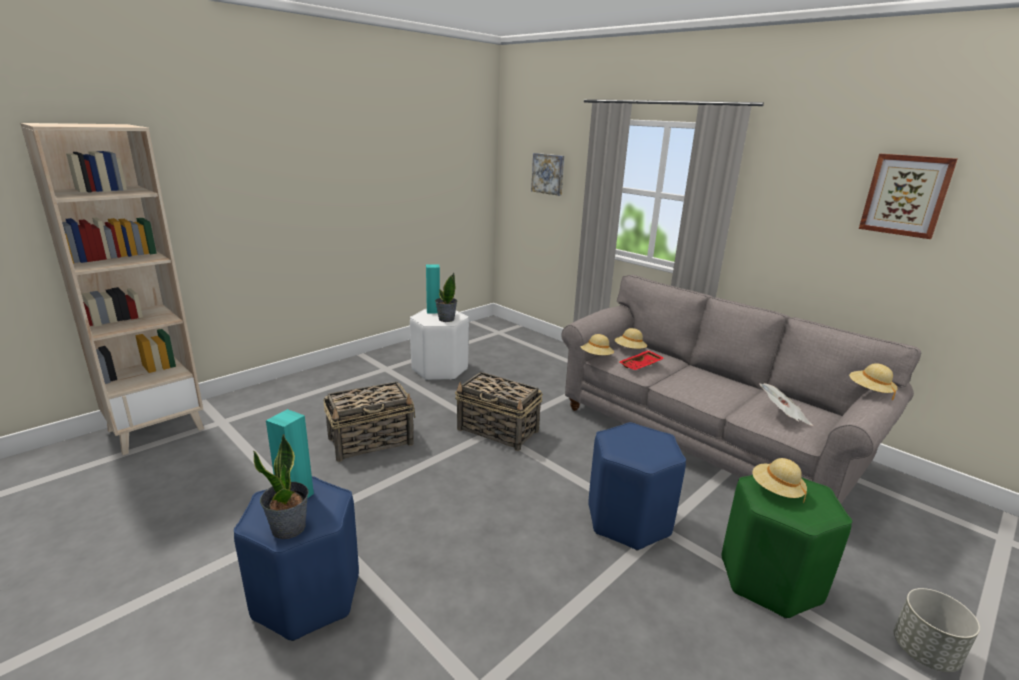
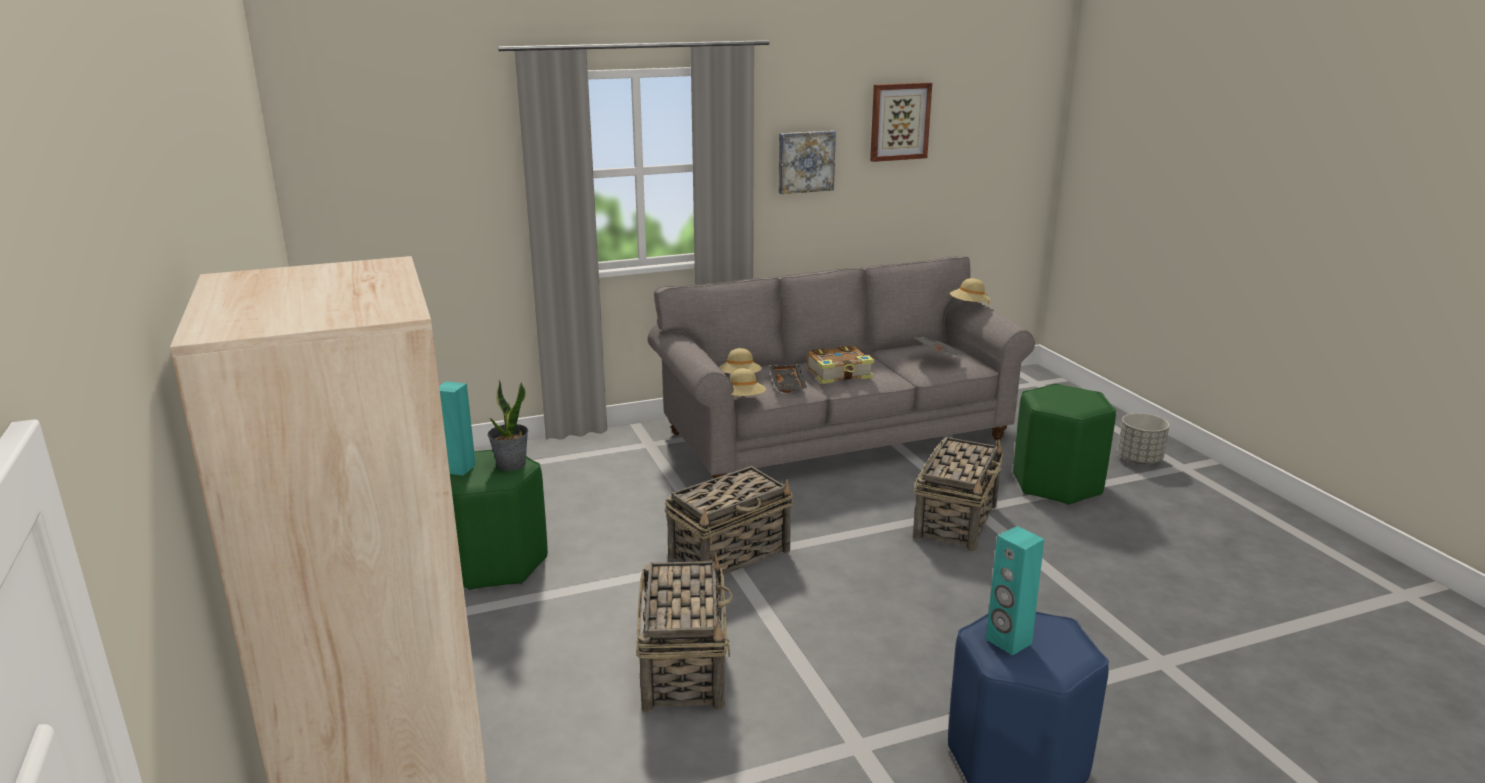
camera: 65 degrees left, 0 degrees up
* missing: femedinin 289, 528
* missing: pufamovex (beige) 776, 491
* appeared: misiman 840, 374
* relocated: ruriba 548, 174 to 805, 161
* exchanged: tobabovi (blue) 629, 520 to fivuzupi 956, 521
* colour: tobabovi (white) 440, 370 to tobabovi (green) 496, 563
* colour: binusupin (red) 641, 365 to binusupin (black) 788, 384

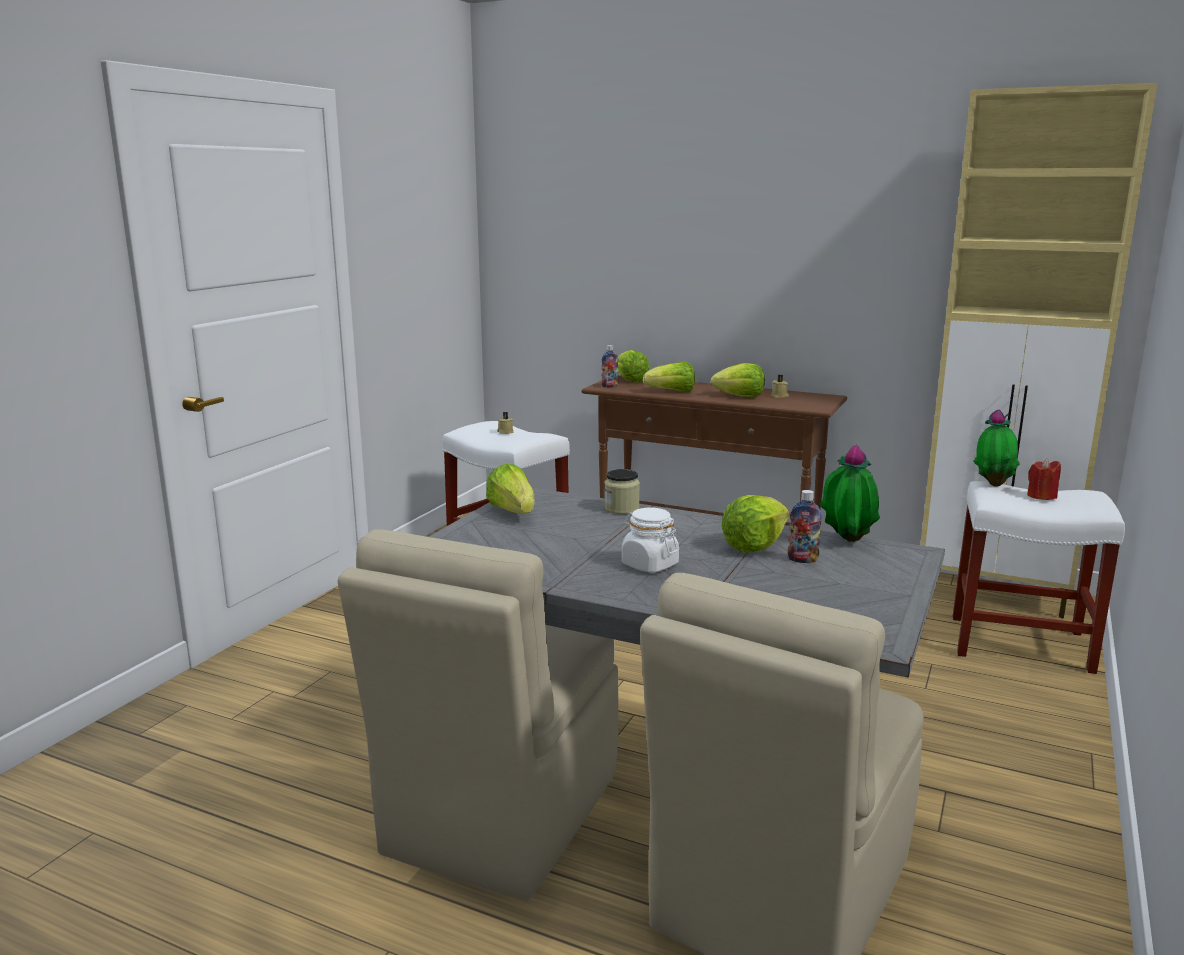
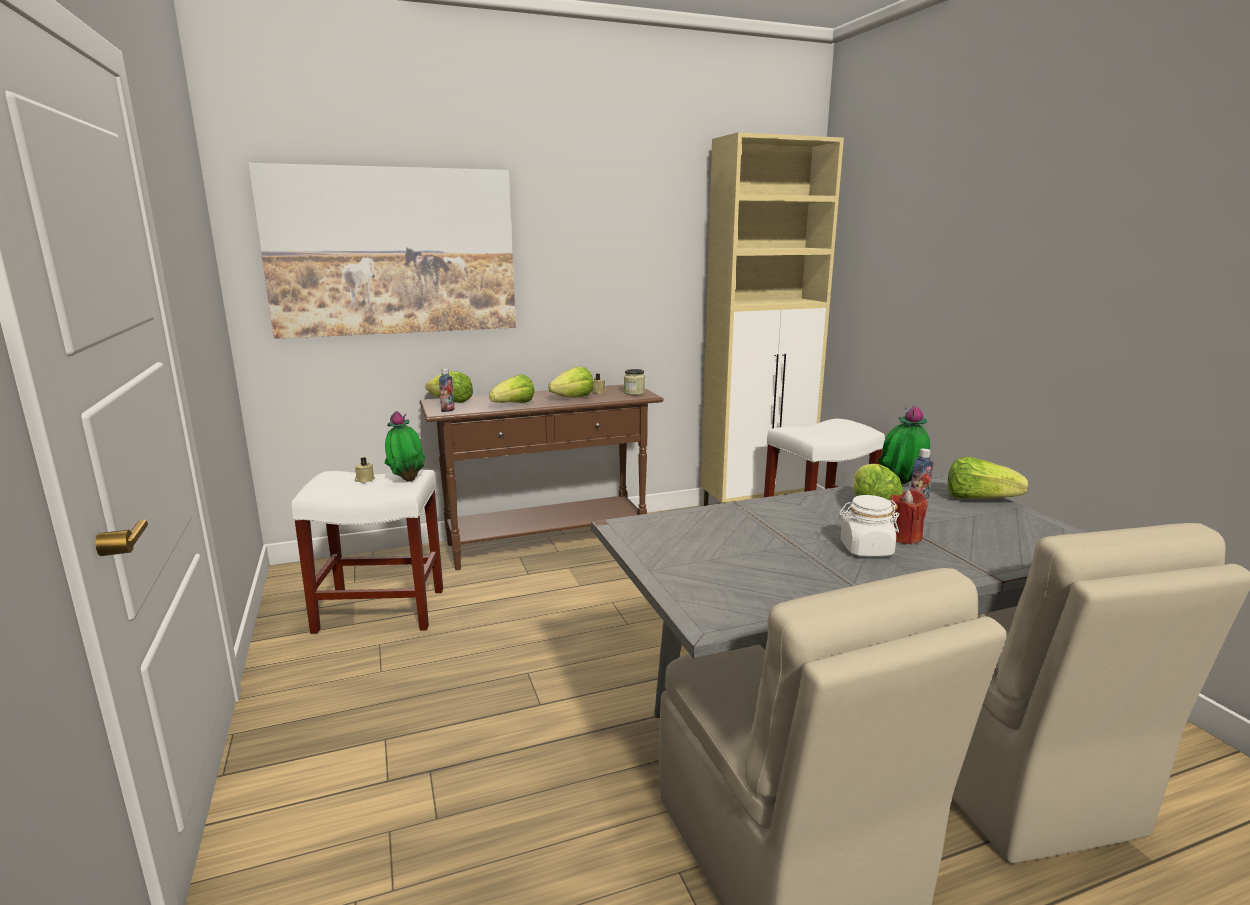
camera: 45 degrees left, 0 degrees up
* appeared: ruriba 393, 252
* relocated: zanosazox 513, 512 to 978, 499
* relocated: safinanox 621, 508 to 634, 393
* relocated: femedinin 993, 484 to 407, 480
* relocated: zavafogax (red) 1041, 496 to 904, 537

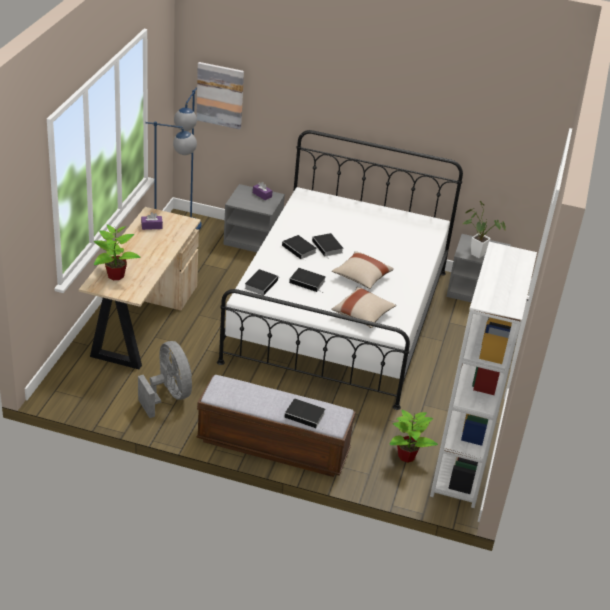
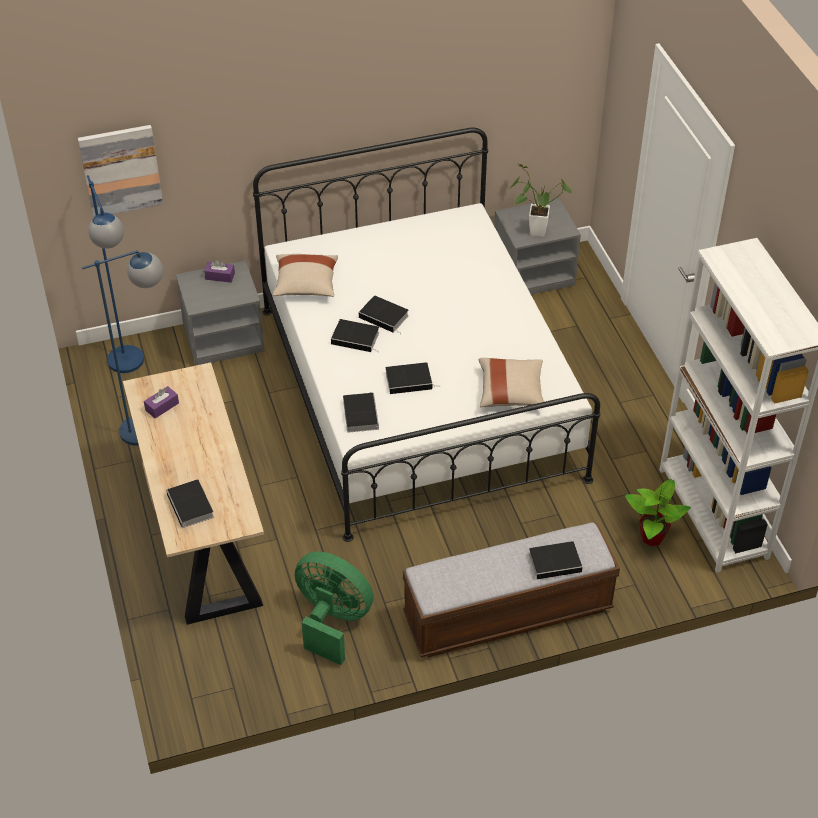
camera: 30 degrees left, 10 degrees up
* relocated: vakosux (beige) 361, 278 to 305, 285
* exchanged: femedinin 115, 275 to misiman 191, 507
* colour: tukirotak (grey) 168, 396 to tukirotak (green) 332, 621

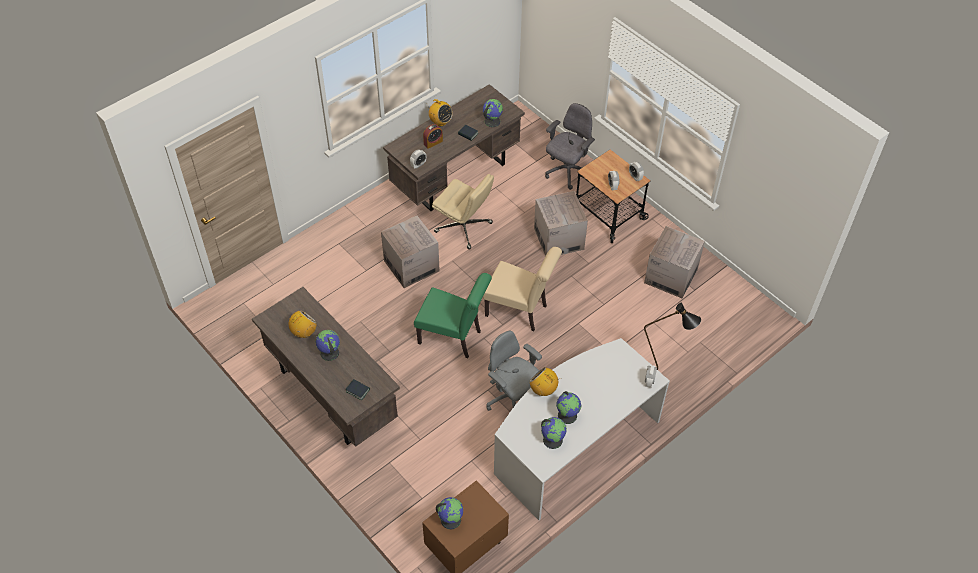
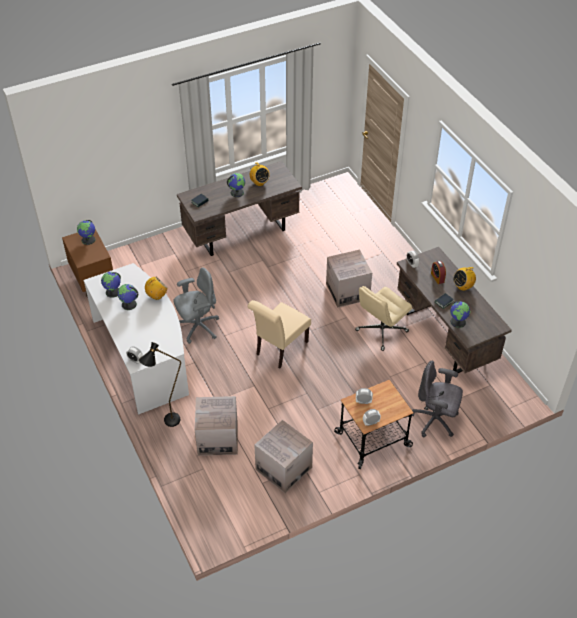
camera: 105 degrees right, 5 degrees down
* missing: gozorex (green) 453, 338
* relocated: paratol 558, 239 to 217, 438
* spun: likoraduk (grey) 567, 172 = 435, 421 150 degrees clockwise

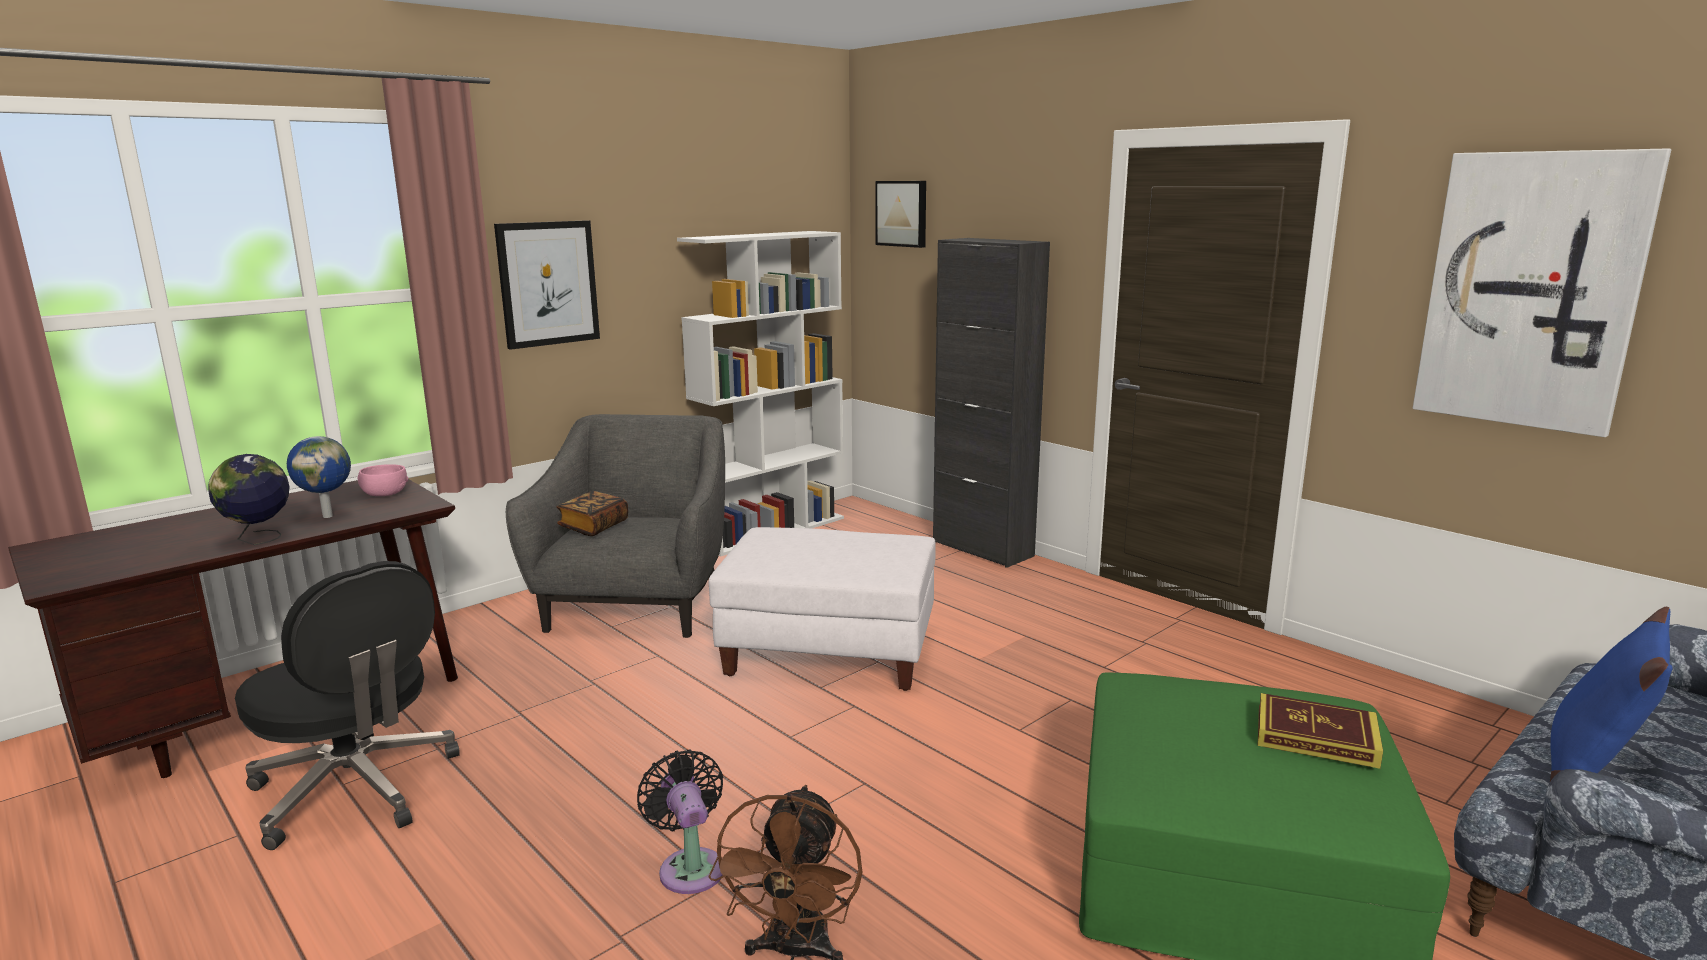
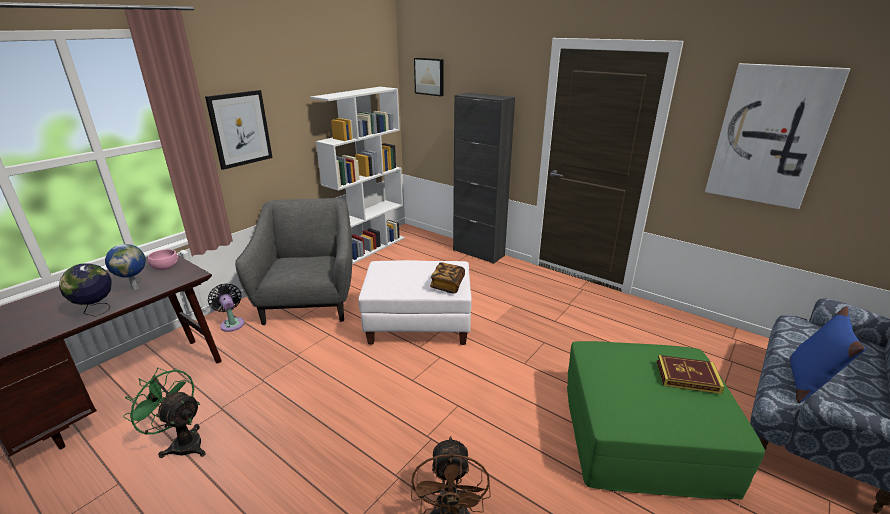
camera: 10 degrees left, 10 degrees up
* relocated: misiman 594, 526 to 447, 285
* relocated: tukirotak (black) 690, 866 to 232, 323
* exchanged: likoraduk (black) 356, 789 to tukirotak (green) 182, 443

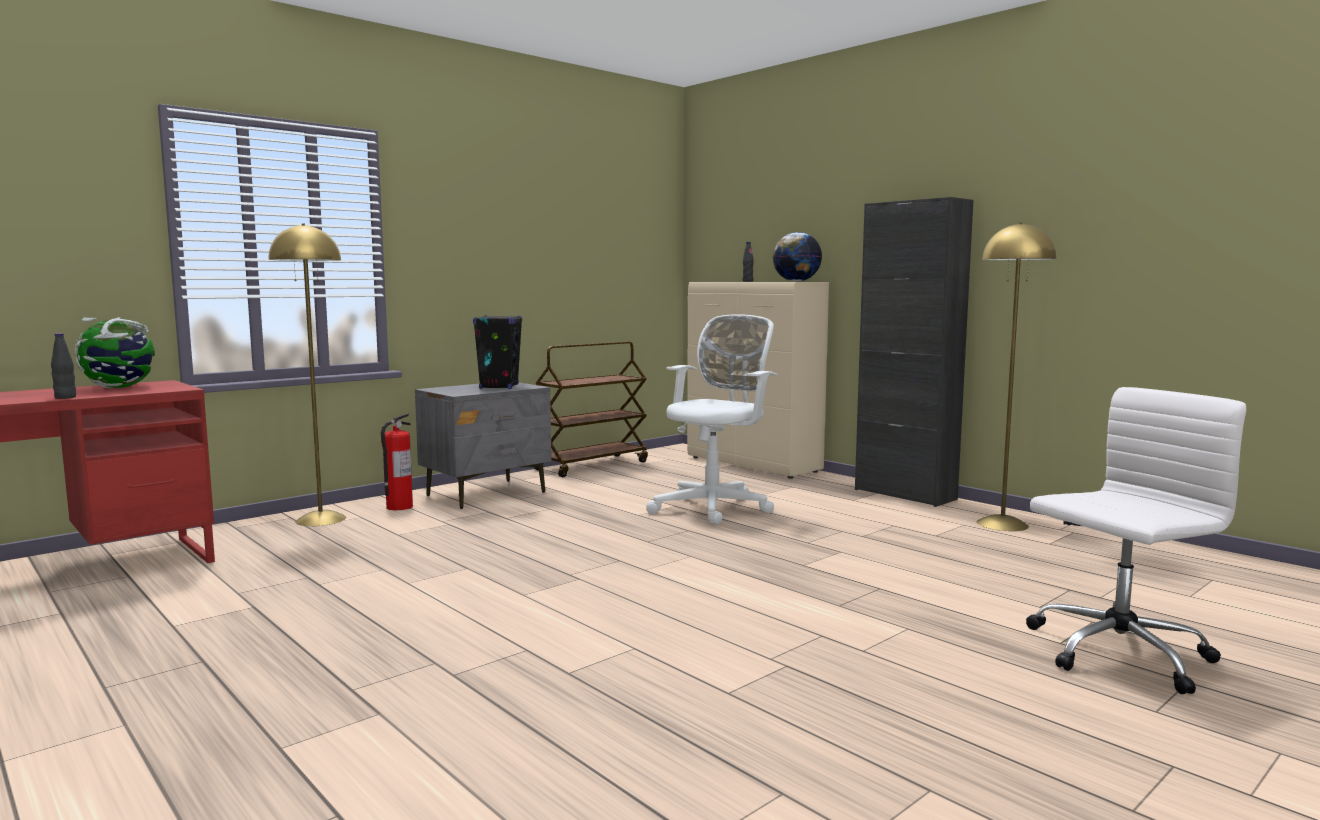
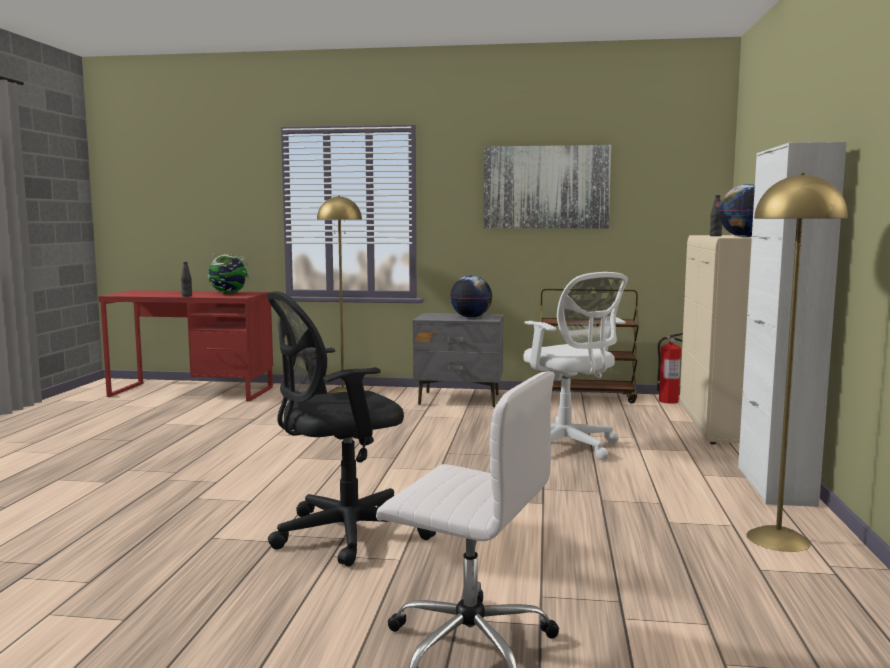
camera: 50 degrees right, 0 degrees up
* appeared: likoraduk (black) 342, 534
* appeared: ruriba 546, 187
* relocated: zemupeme 399, 507 to 668, 401
* exchanged: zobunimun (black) 499, 387 to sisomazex 471, 317
* colour: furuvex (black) 905, 494 to furuvex (white) 775, 486
* spun: likoraduk (white) 715, 507 = 568, 446 60 degrees clockwise

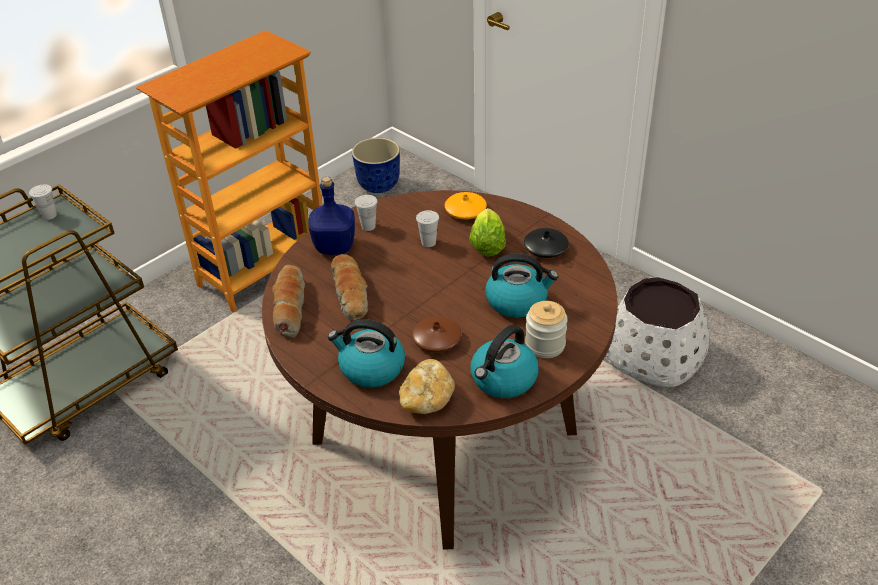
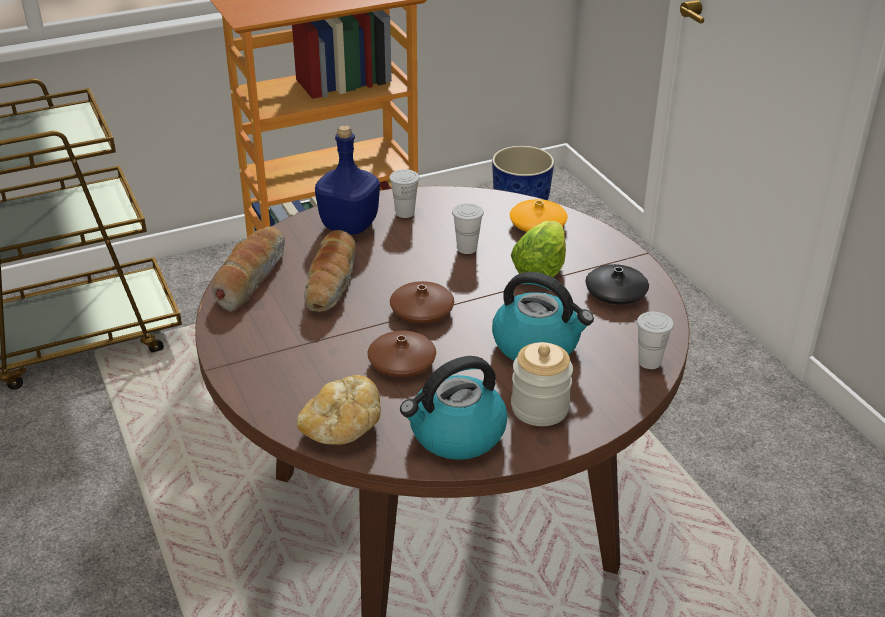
camera: 20 degrees right, 5 degrees down
* missing: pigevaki 371, 368
* missing: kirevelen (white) 653, 354
* appeared: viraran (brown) 422, 310
* relocated: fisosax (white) 49, 215 to 649, 362

